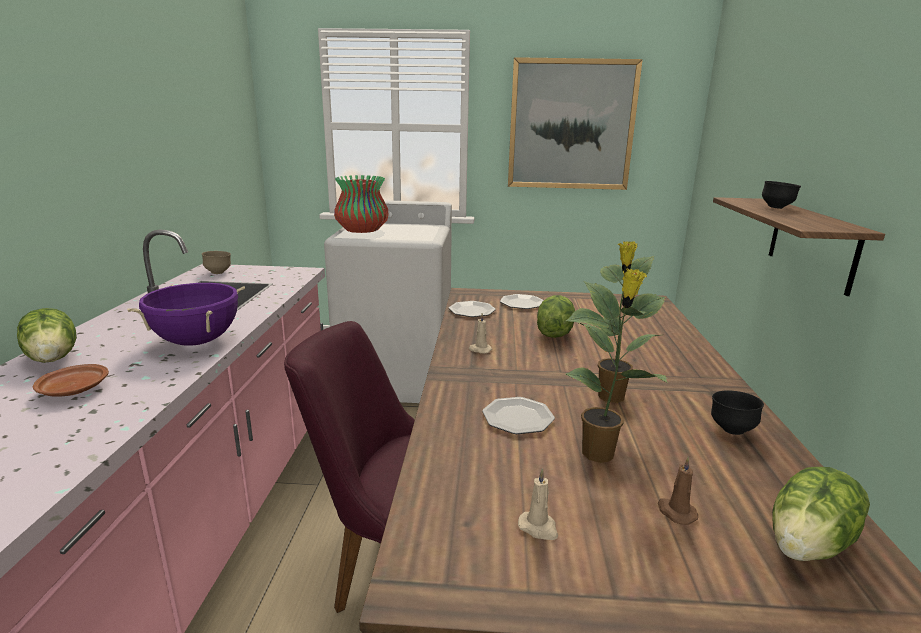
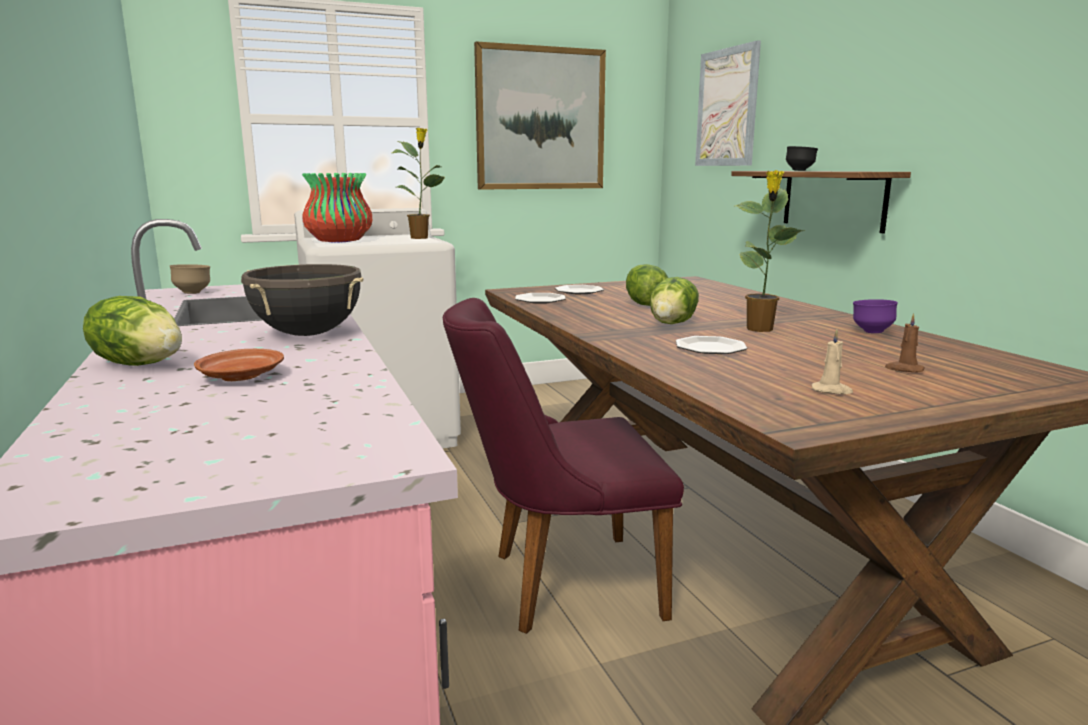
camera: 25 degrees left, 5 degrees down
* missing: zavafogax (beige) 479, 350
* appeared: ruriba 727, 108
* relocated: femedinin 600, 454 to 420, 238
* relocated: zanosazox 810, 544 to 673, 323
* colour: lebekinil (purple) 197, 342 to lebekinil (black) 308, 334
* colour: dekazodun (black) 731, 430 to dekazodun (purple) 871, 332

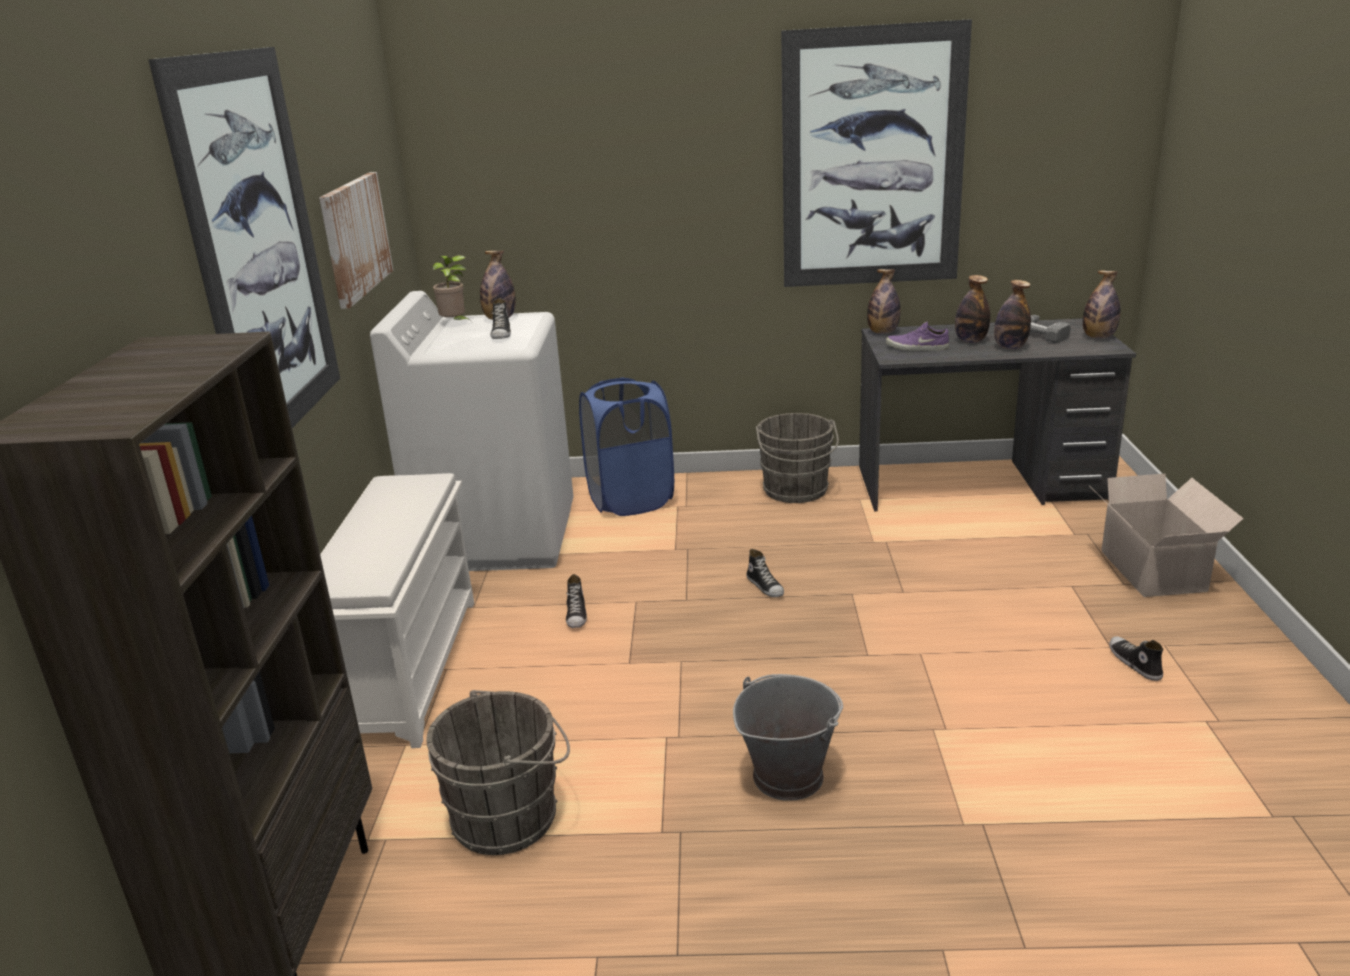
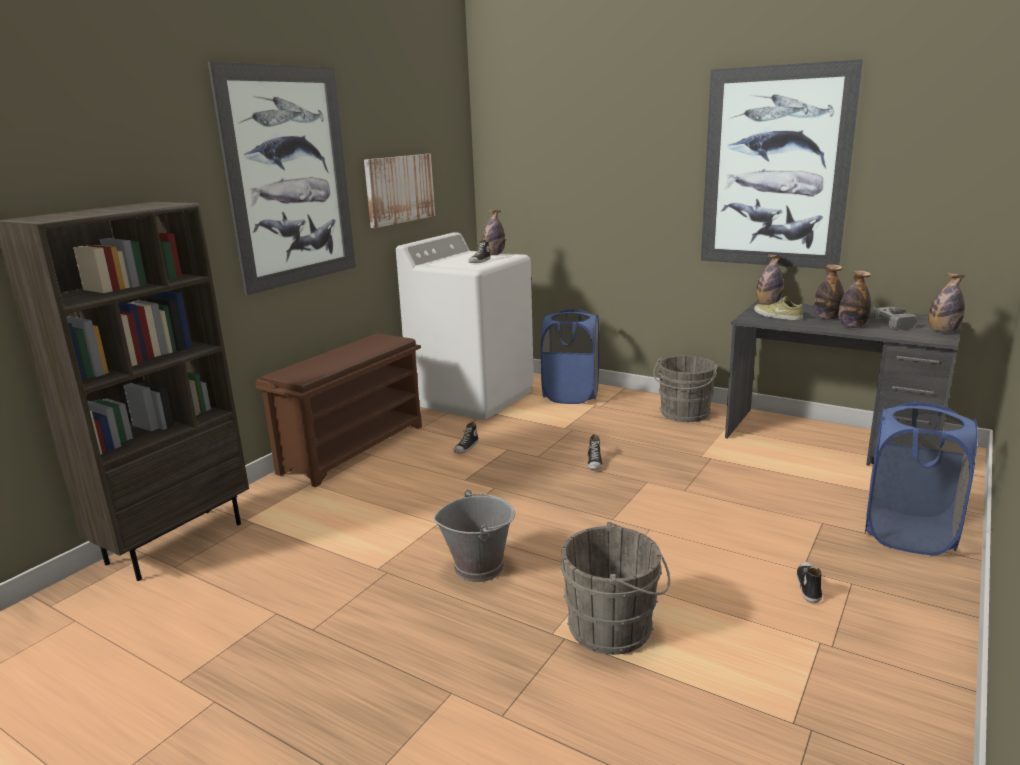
camera: 30 degrees right, 5 degrees down
* missing: femedinin 455, 324
* relocated: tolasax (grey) 511, 816 to 615, 628
* exchanged: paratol 1153, 572 to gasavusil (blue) 908, 533
* colour: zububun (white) 407, 667 to zububun (brown) 353, 448
* colour: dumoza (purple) 917, 348 to dumoza (beige) 777, 316

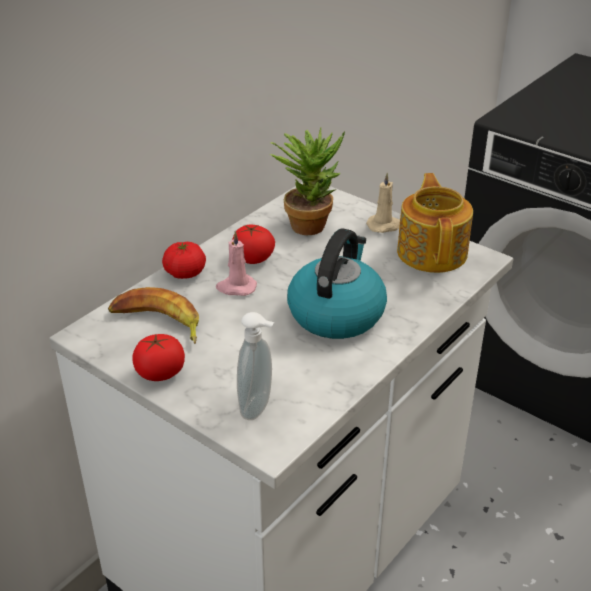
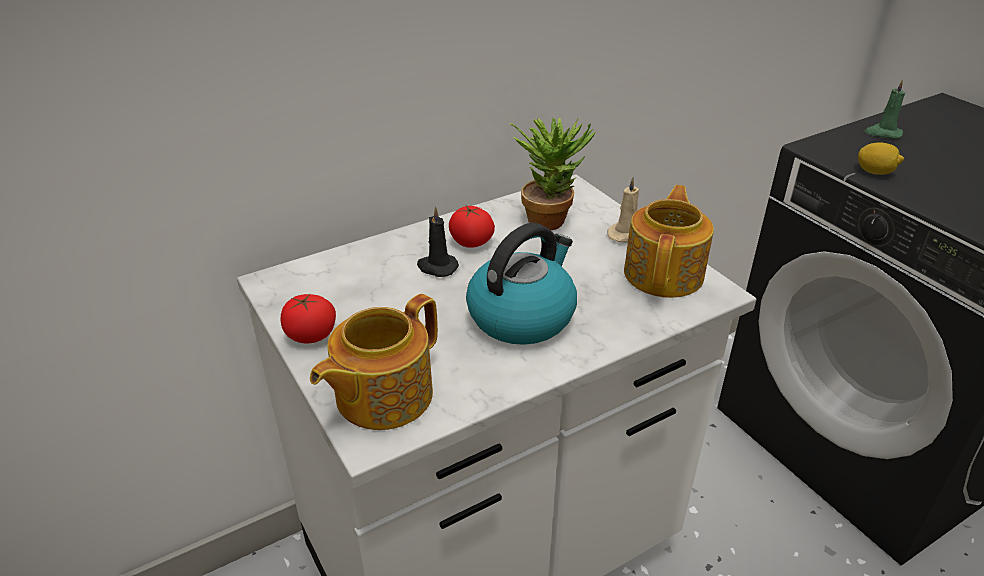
camera: 20 degrees right, 0 degrees up
* missing: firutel 157, 323
* missing: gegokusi 185, 273
* appeared: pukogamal 875, 172
* appeared: zavafogax (green) 882, 133
* exchanged: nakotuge 258, 408 to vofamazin 381, 396
* colour: zavafogax (pink) 236, 287 to zavafogax (black) 436, 267

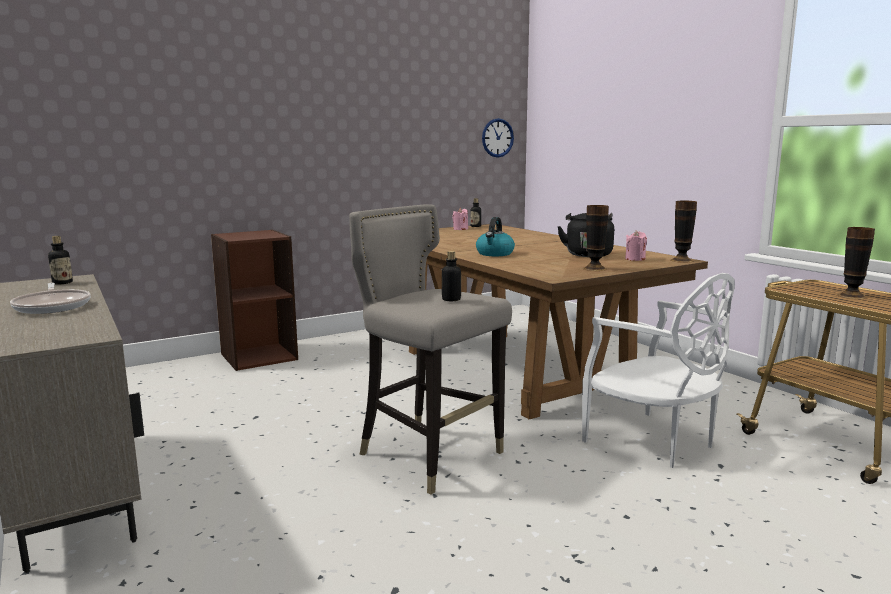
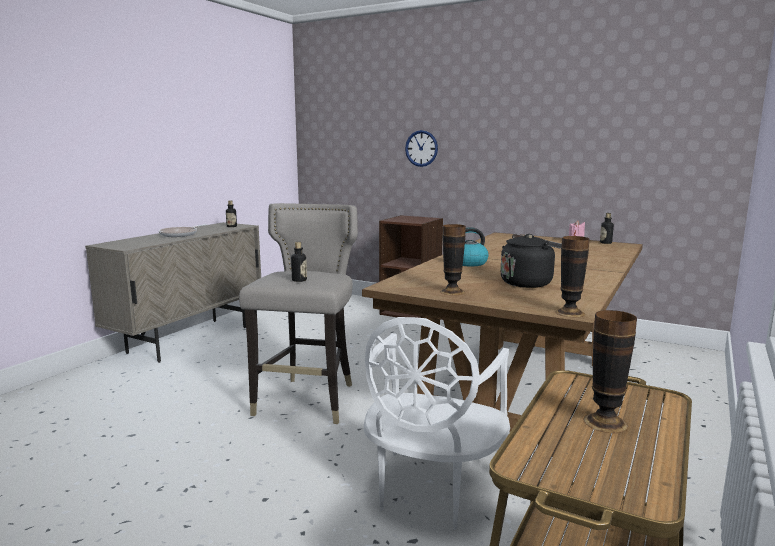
camera: 60 degrees right, 0 degrees up
* missing: zavafogax (pink) 635, 259
* relocated: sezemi 497, 138 to 421, 148

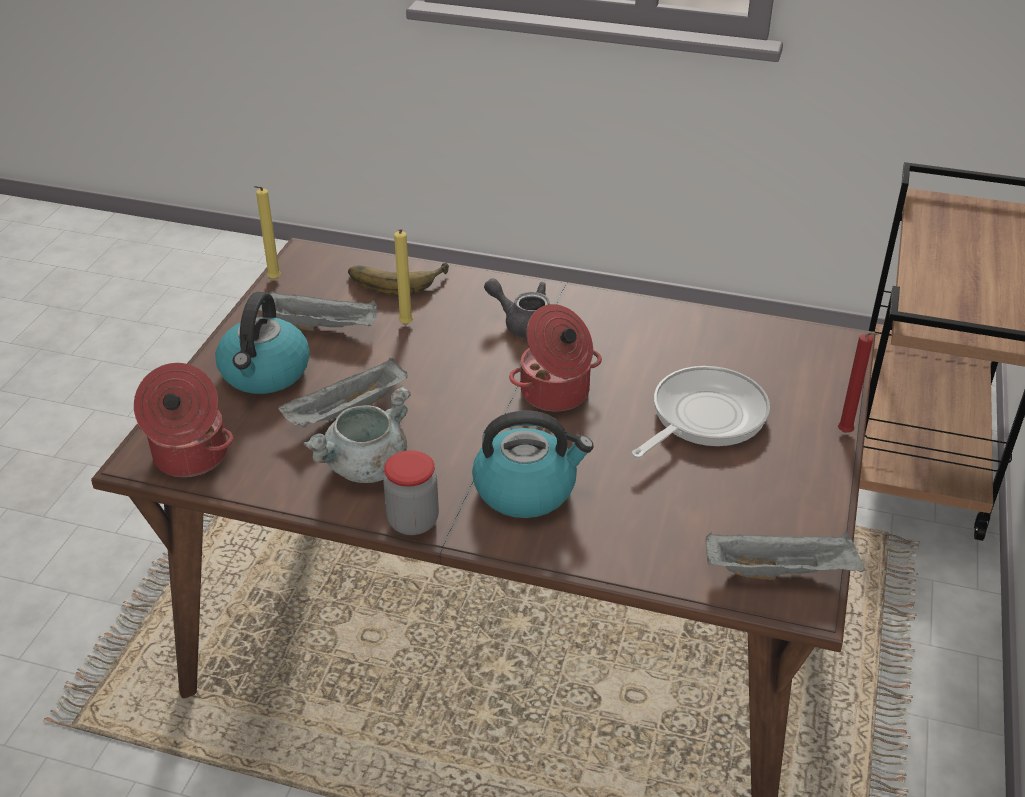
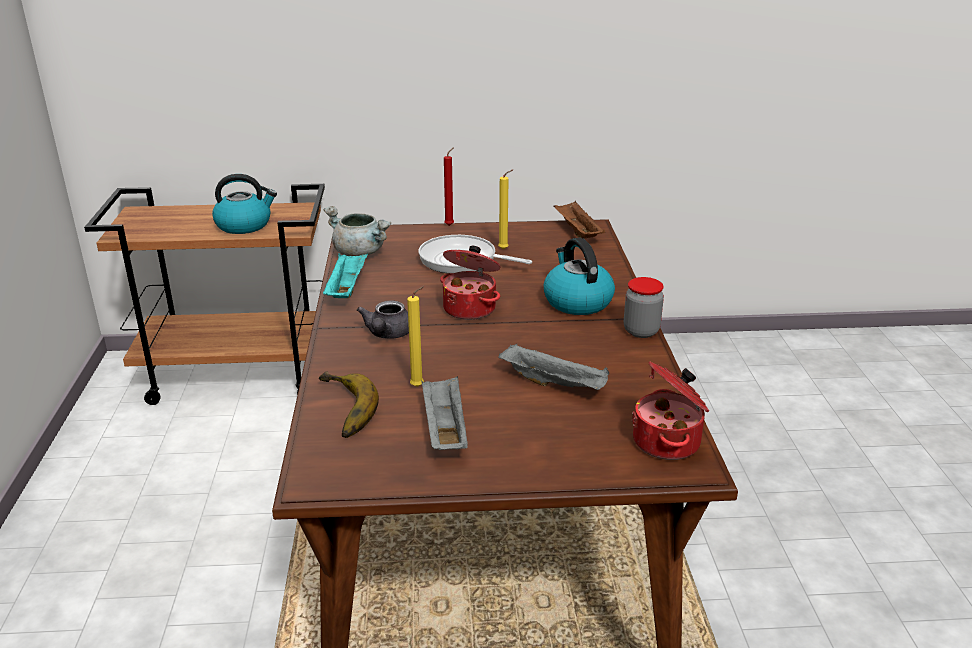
camera: 110 degrees left, 10 degrees down
* appeared: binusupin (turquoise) 346, 288
* relocated: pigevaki 265, 373 to 244, 225
* relocated: zavafogax (yellow) 273, 280 to 505, 249
* relocated: lebekinil (grey) 366, 468 to 360, 253
* colour: binusupin (grey) 781, 571 to binusupin (brown) 577, 231

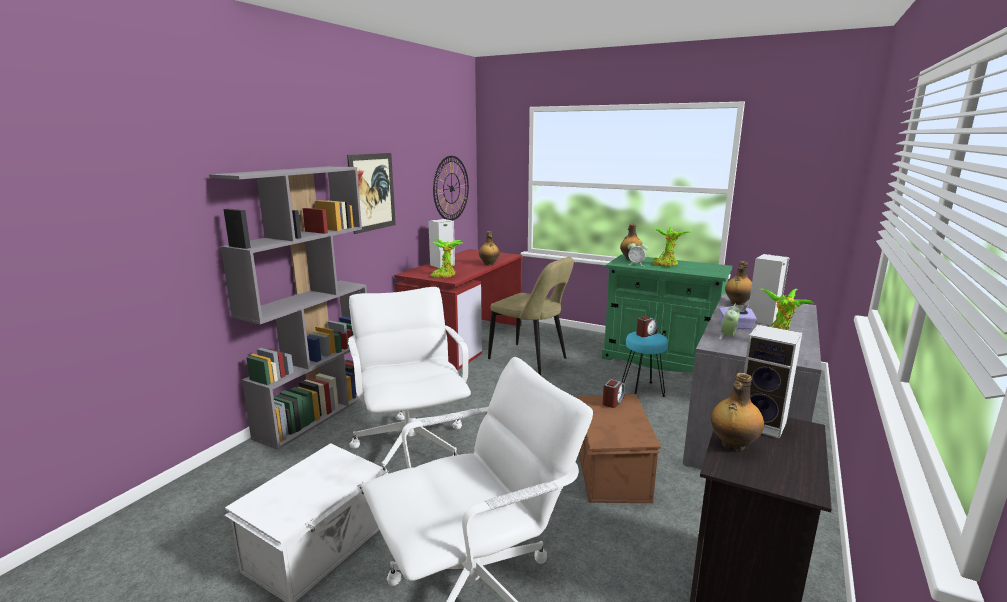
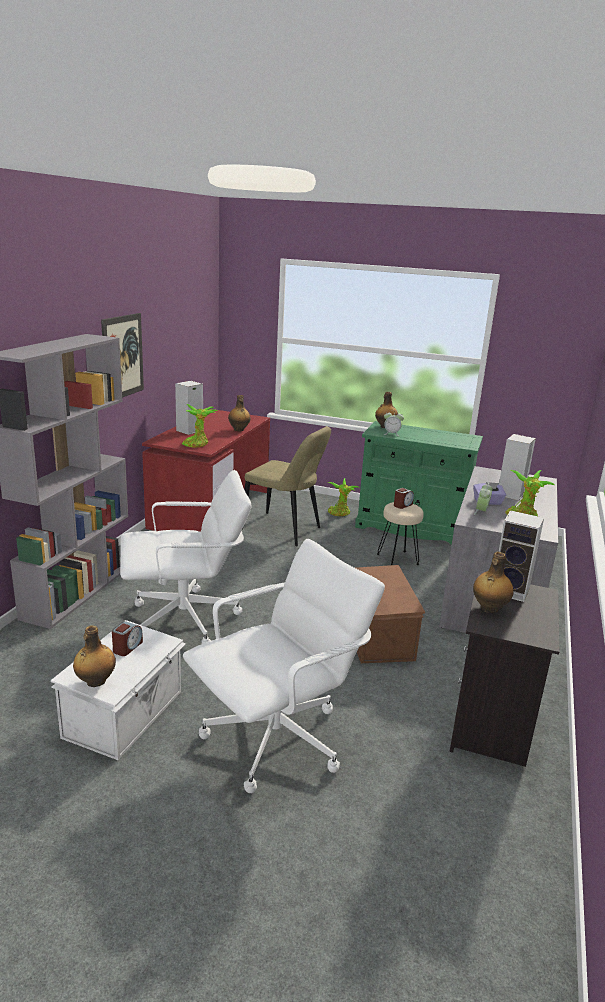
camera: 10 degrees left, 5 degrees up
* missing: sezemi 451, 188
* relocated: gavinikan 613, 401 to 127, 647
* relocated: femedinin 666, 264 to 340, 513
* relocated: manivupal 737, 304 to 95, 682
* colour: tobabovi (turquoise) 642, 390 to tobabovi (beige) 397, 559
* spun: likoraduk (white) 412, 445 = 186, 620 105 degrees clockwise

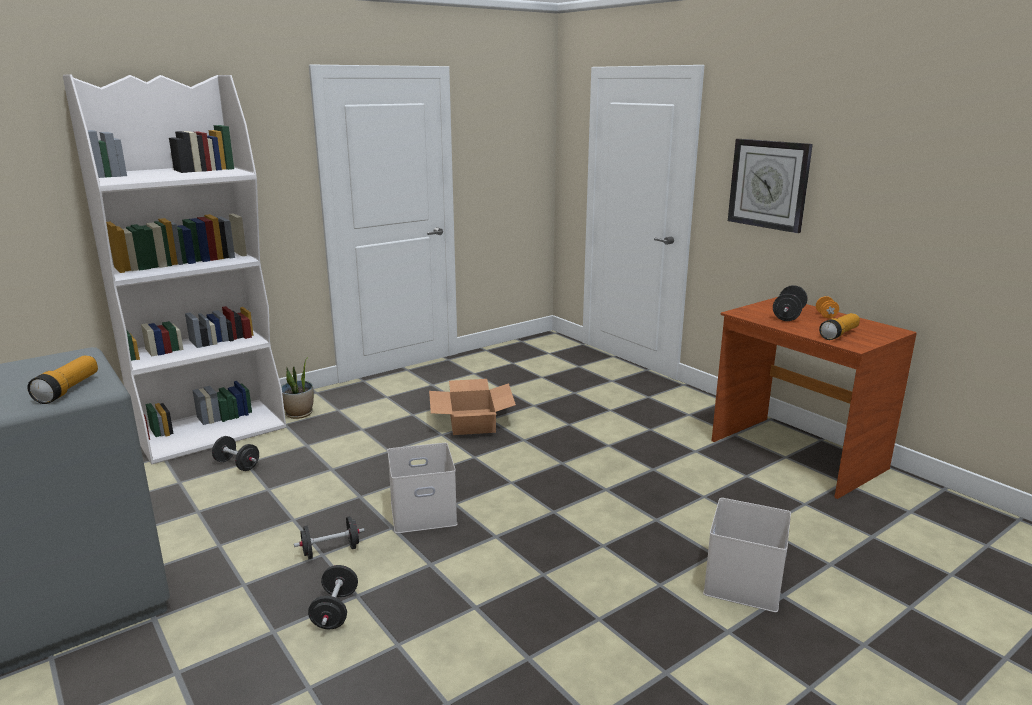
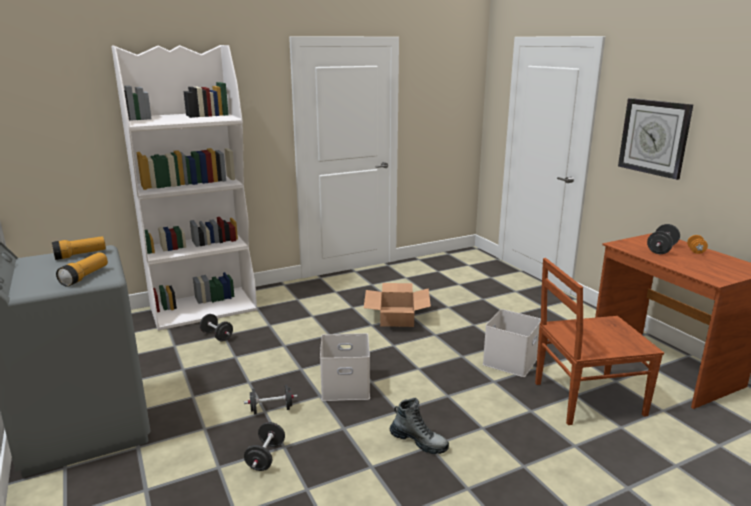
camera: 10 degrees right, 0 degrees up
* missing: femedinin 299, 414
* appeared: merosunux 419, 441
* appeared: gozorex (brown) 586, 399
* relocated: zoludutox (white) 742, 581 to 509, 360
* relocated: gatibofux 839, 334 to 80, 255

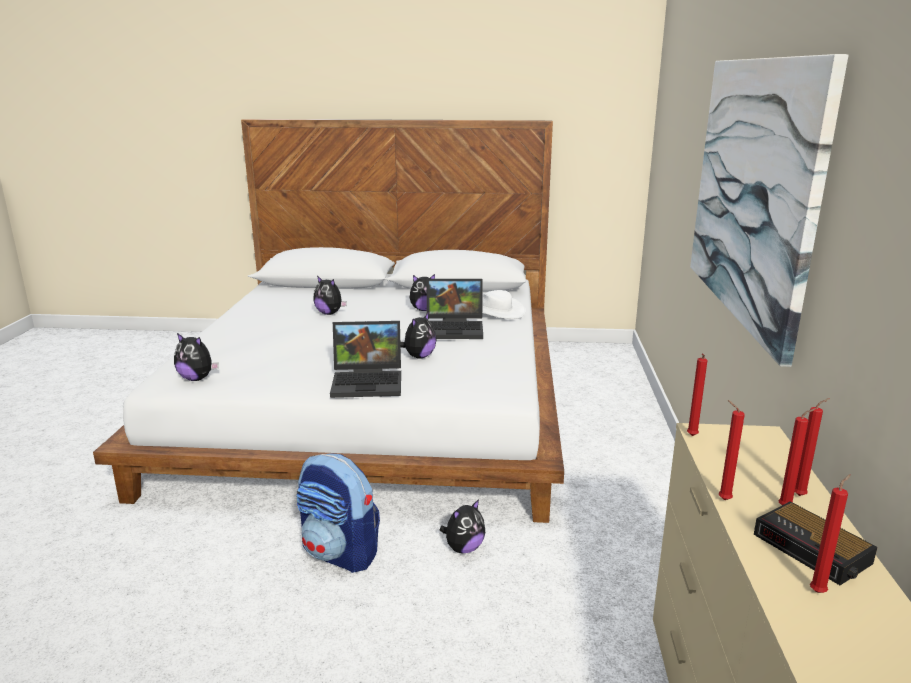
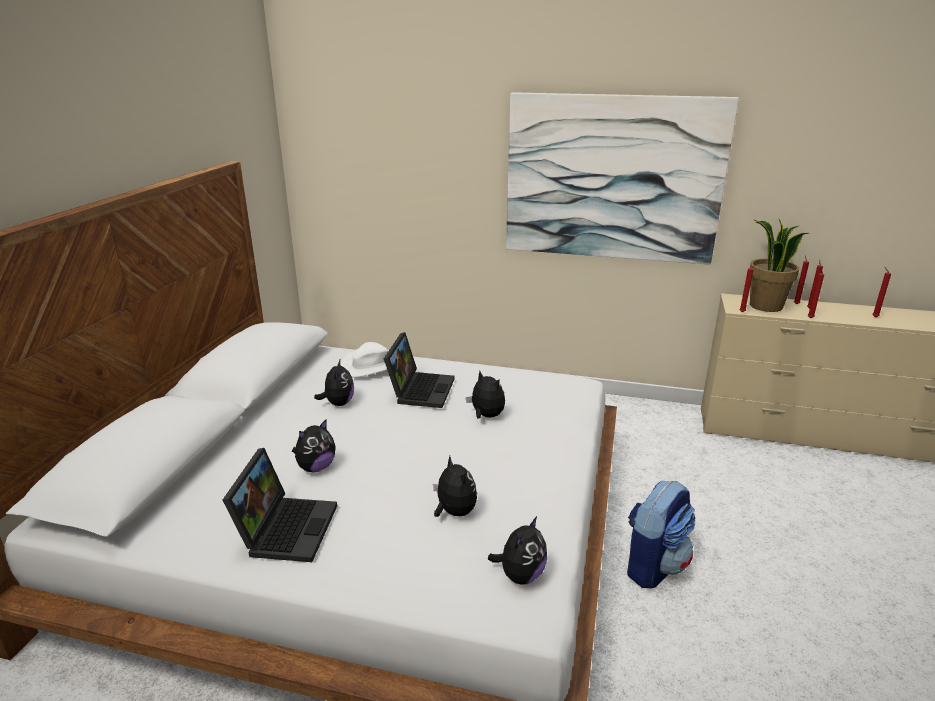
camera: 80 degrees left, 5 degrees up
* missing: gavinikan 813, 550
* appeared: femedinin 765, 306
* relocated: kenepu 369, 382 to 286, 527
* relocated: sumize 463, 548 to 454, 512

